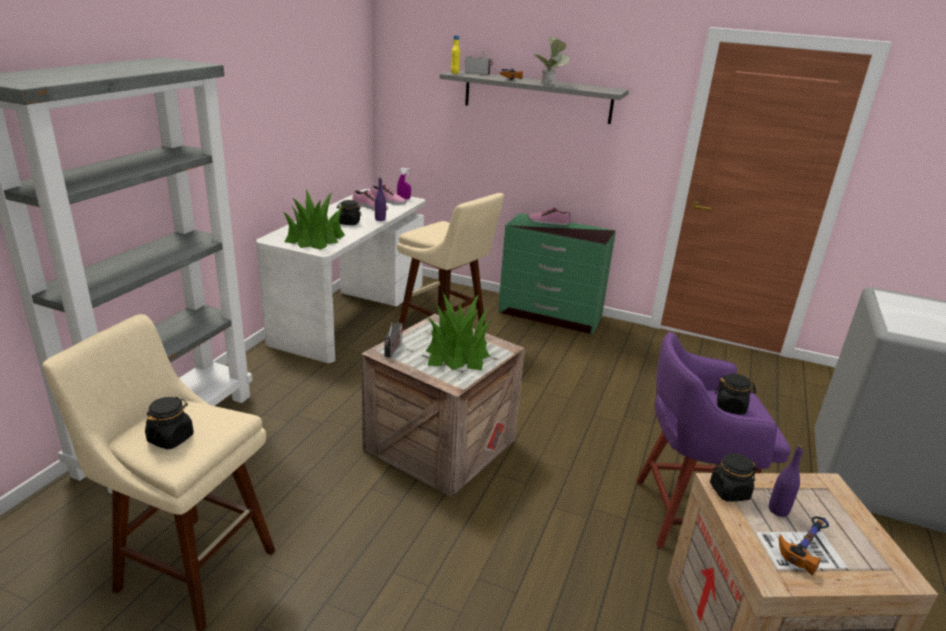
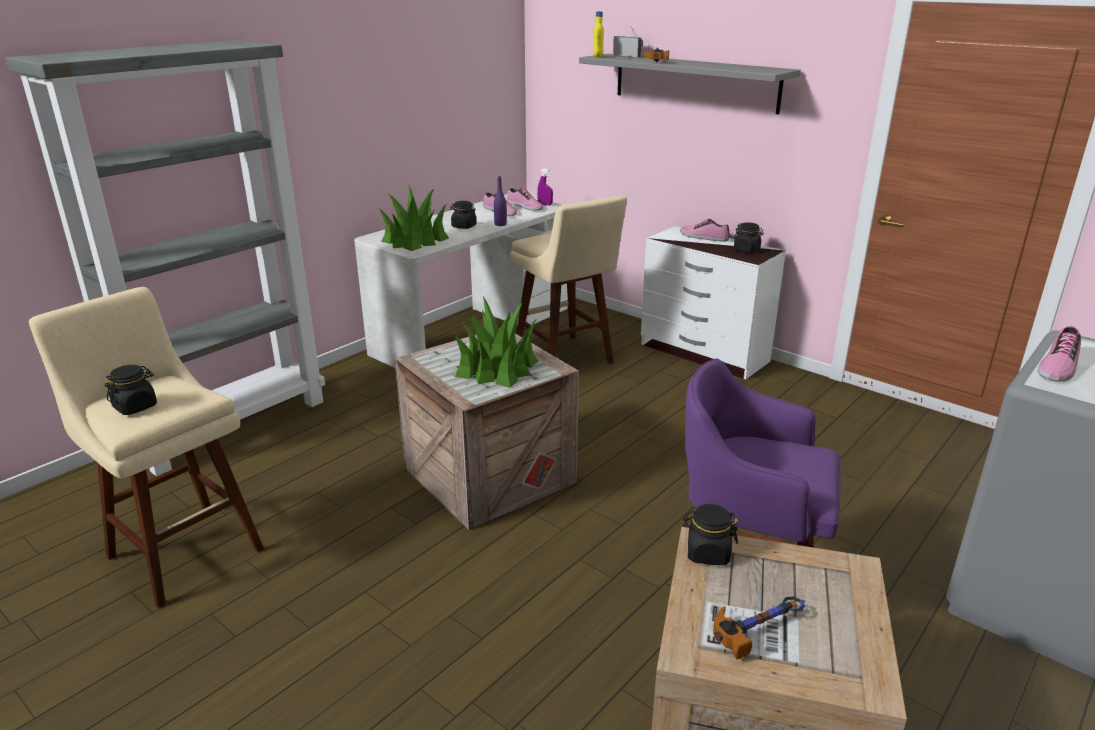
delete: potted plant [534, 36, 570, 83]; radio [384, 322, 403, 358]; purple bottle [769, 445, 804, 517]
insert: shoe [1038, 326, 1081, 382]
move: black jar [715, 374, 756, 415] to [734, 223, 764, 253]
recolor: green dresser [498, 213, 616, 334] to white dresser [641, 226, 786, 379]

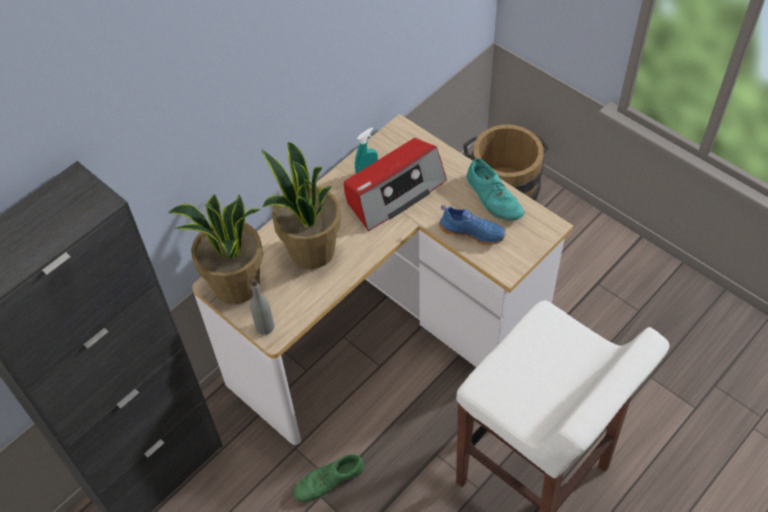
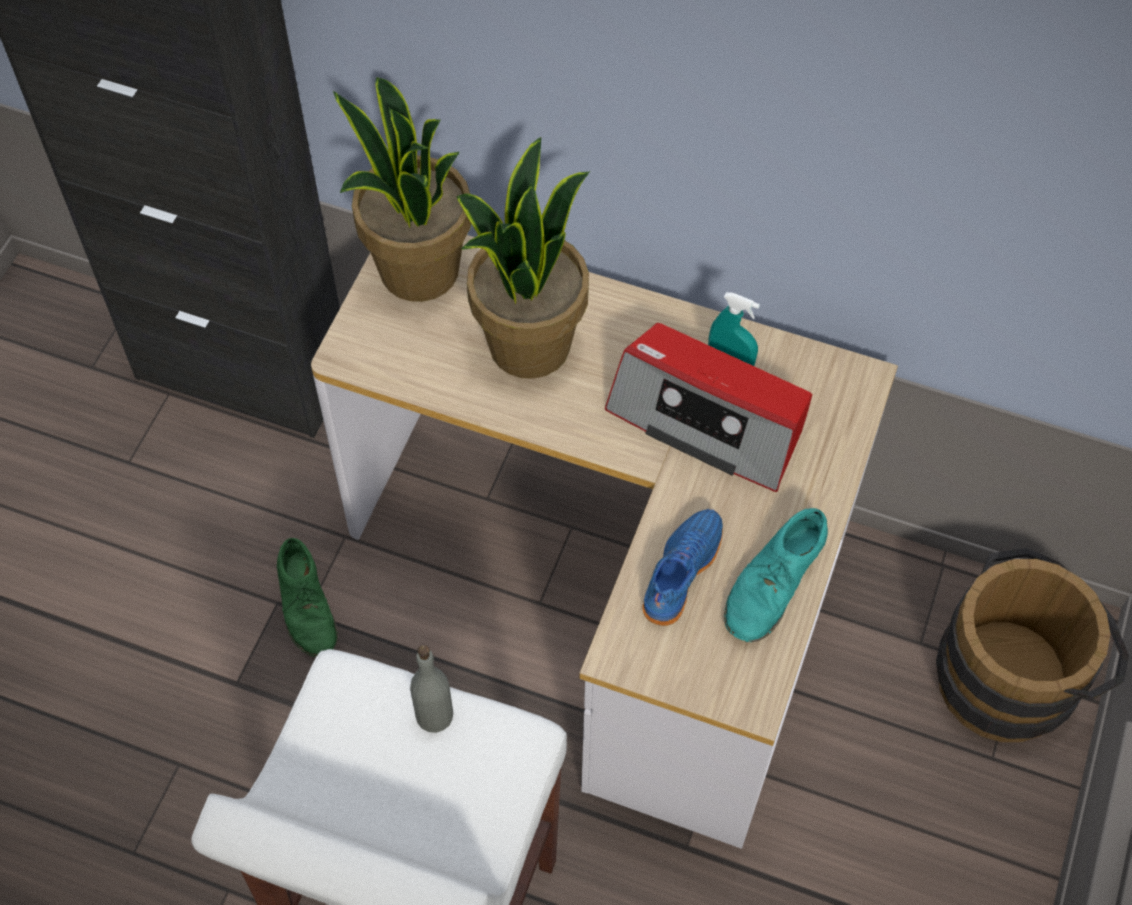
move: grey bottle [250, 278, 275, 335] to [410, 645, 453, 733]
rotate: blue shoe [439, 205, 506, 245] = [642, 509, 723, 626] 150 degrees counterclockwise; green shoe [293, 454, 364, 503] = [277, 538, 338, 657] 150 degrees counterclockwise

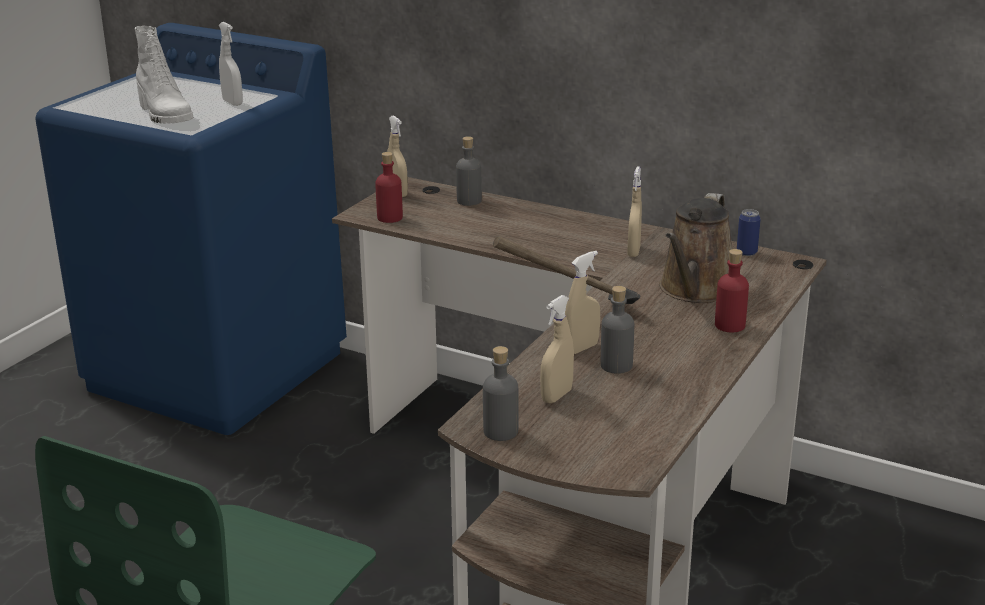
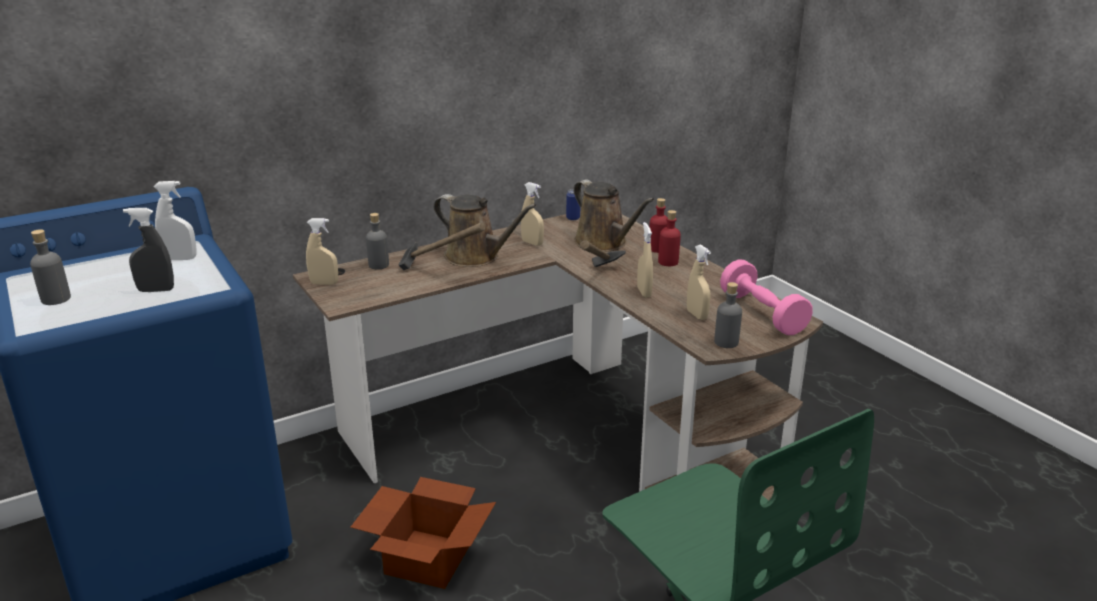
insert: brown watering can [433, 194, 537, 267]; hammer [399, 222, 485, 270]; pink dumbbell [720, 260, 813, 335]; cardboard box [350, 477, 496, 589]
move: red bottle [375, 152, 403, 223] to [658, 210, 681, 266]; grey bottle [601, 286, 634, 374] to [30, 229, 71, 305]
replace: white boot [135, 26, 193, 124] to grey spray bottle [123, 208, 174, 292]

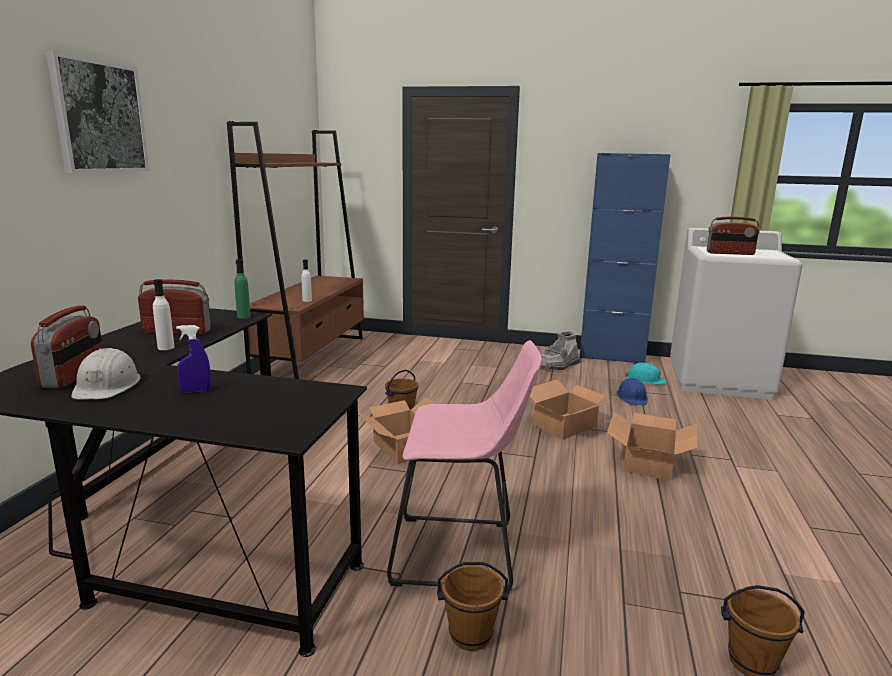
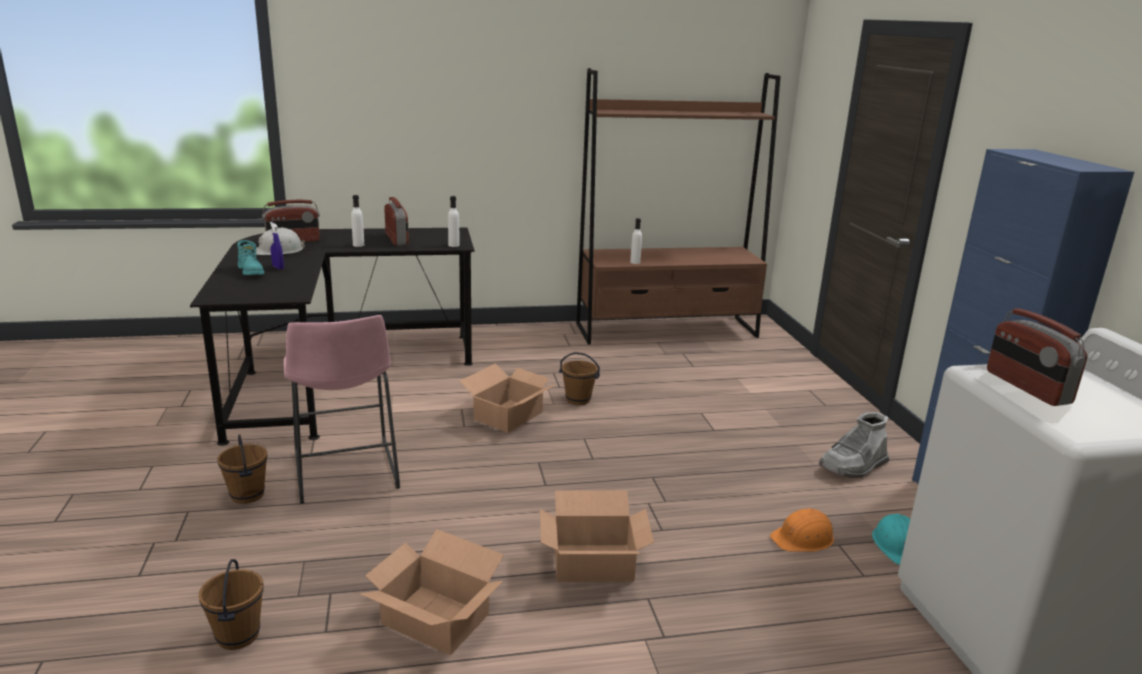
delete: picture [46, 51, 149, 173]
insert: turquoise boot [237, 240, 264, 275]
move: cardboard box [528, 379, 613, 439] to [359, 529, 504, 655]
recolor: green bottle [234, 259, 251, 319] to white bottle [448, 196, 459, 247]; blue hard hat [617, 378, 648, 405] to orange hard hat [770, 509, 834, 552]
rotate: grey boot [541, 331, 580, 370] = [819, 412, 889, 478] 60 degrees counterclockwise

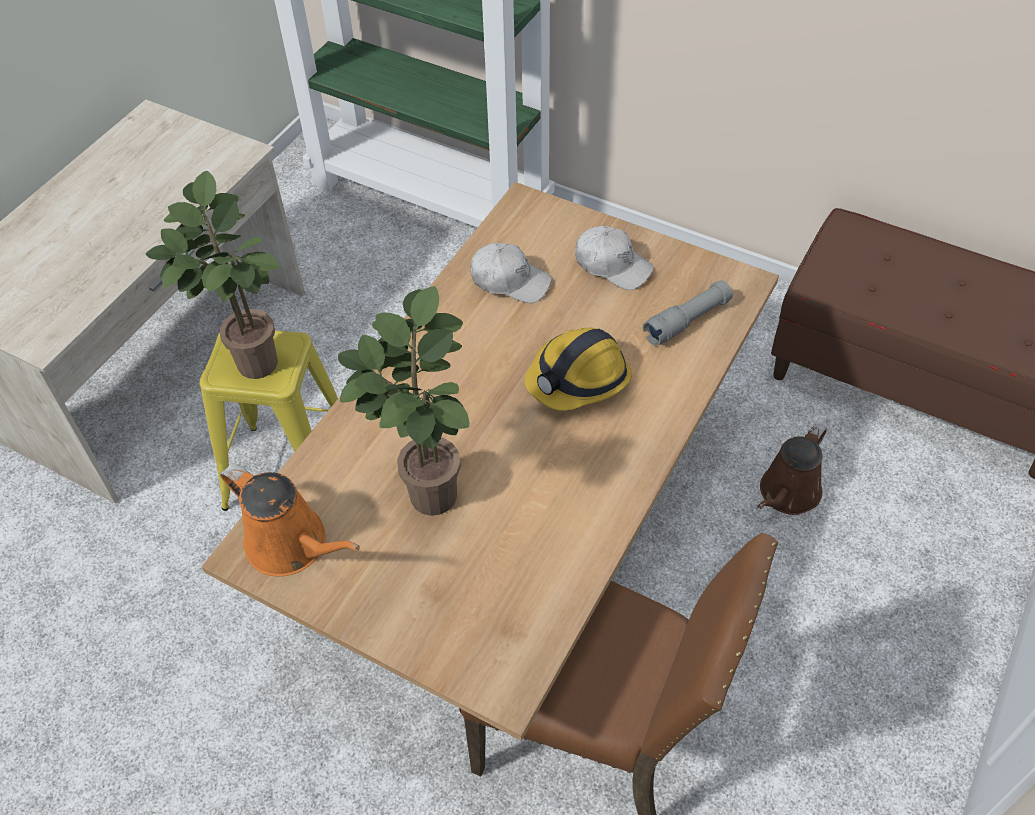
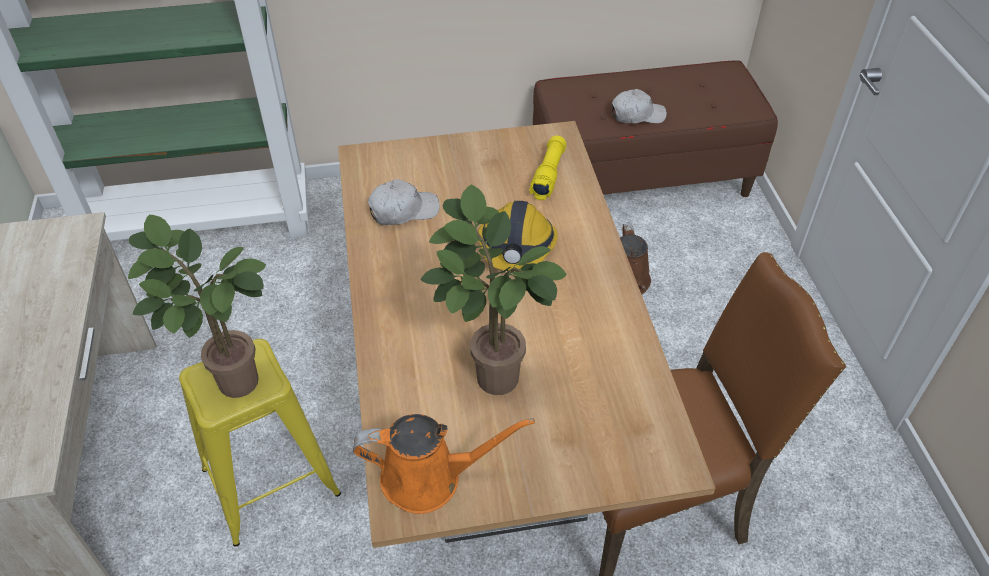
move: white cap [575, 226, 654, 290] to [612, 89, 667, 123]
recolor: grey flashlight [643, 280, 733, 346] to yellow flashlight [529, 136, 566, 200]

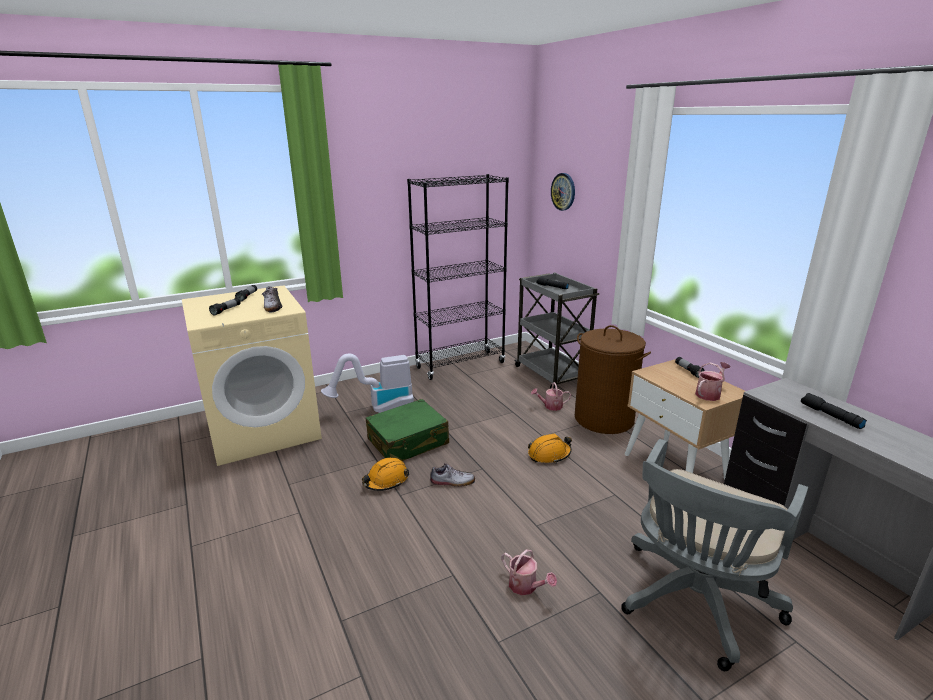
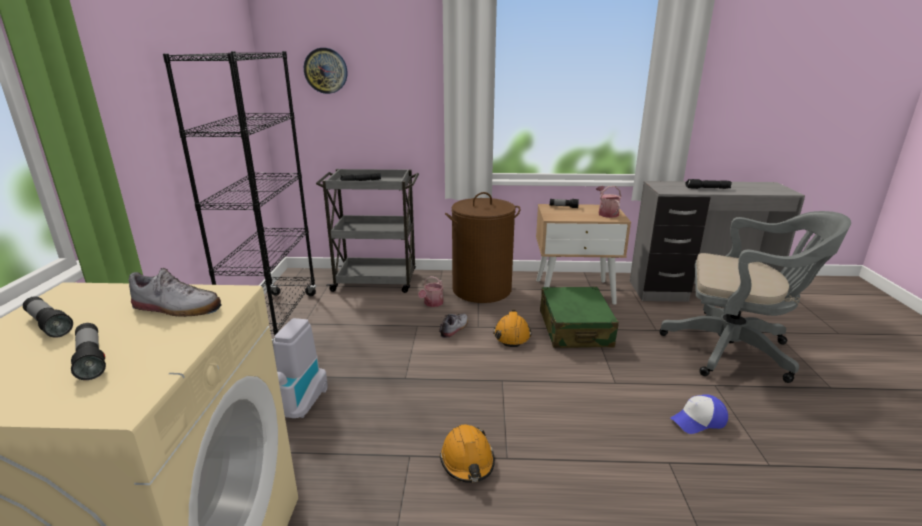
move: green suitcase [366, 399, 449, 461] to [540, 287, 619, 348]; shoe [430, 463, 475, 487] to [439, 313, 468, 338]
replace: watering can [501, 550, 557, 595] to cap [670, 394, 728, 434]
rotate: grey office chair [621, 439, 808, 671] = [659, 211, 851, 383] 45 degrees counterclockwise

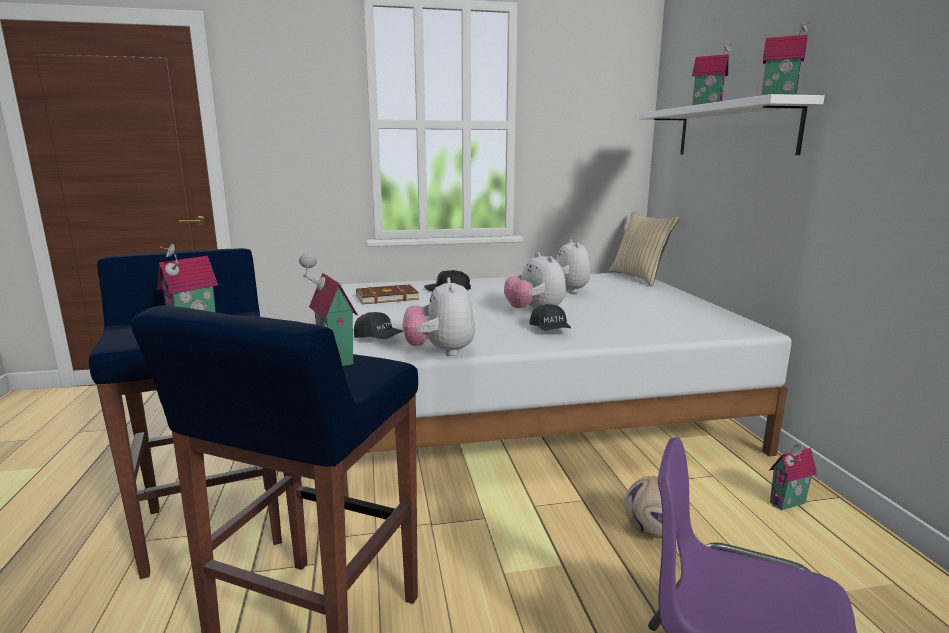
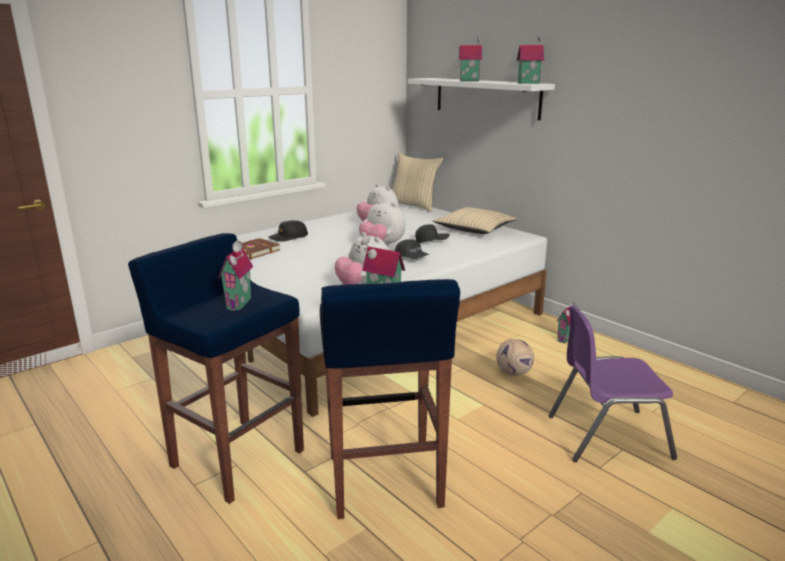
insert: beige pillow [432, 207, 517, 234]
move: black cap [354, 312, 403, 339] to [415, 224, 450, 243]

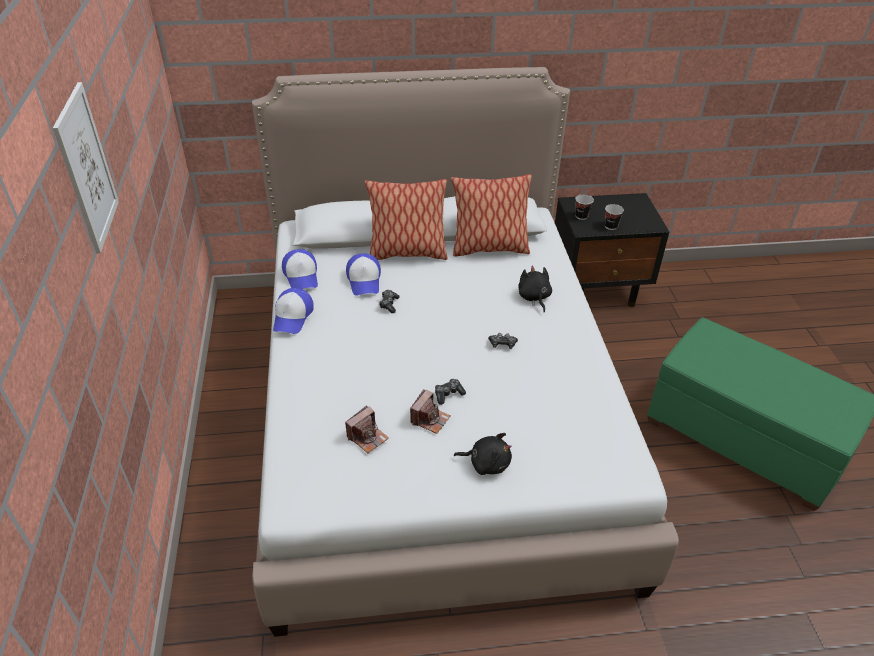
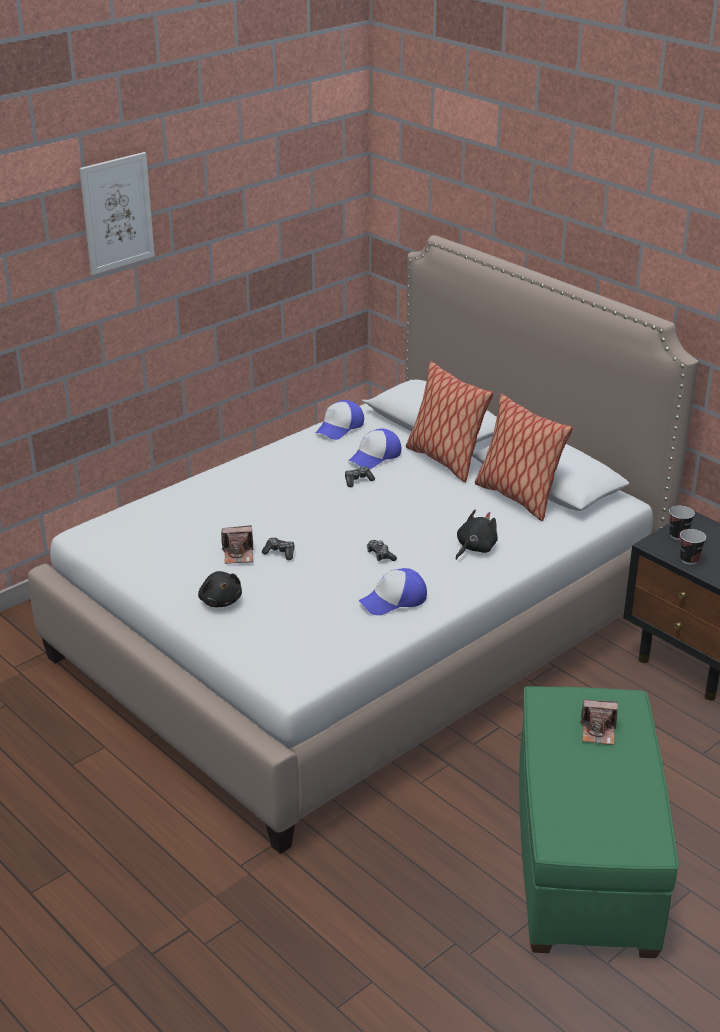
move: cap [273, 288, 314, 334] to [358, 568, 427, 615]; photo camera [345, 405, 389, 453] to [580, 700, 618, 745]

